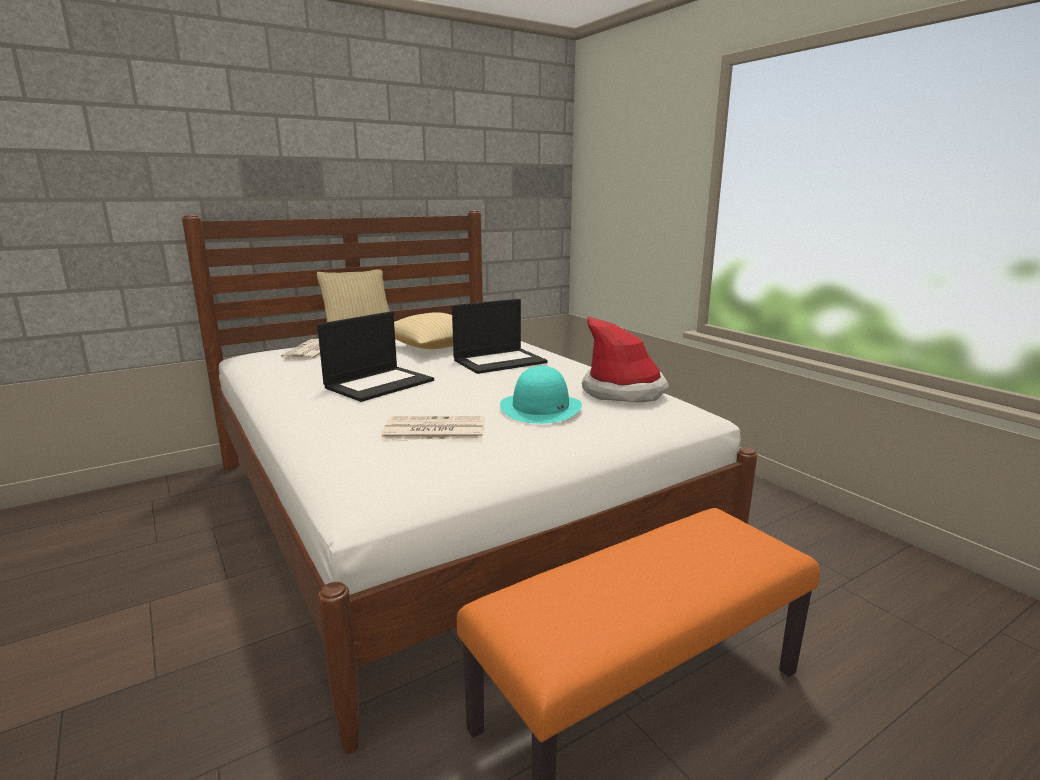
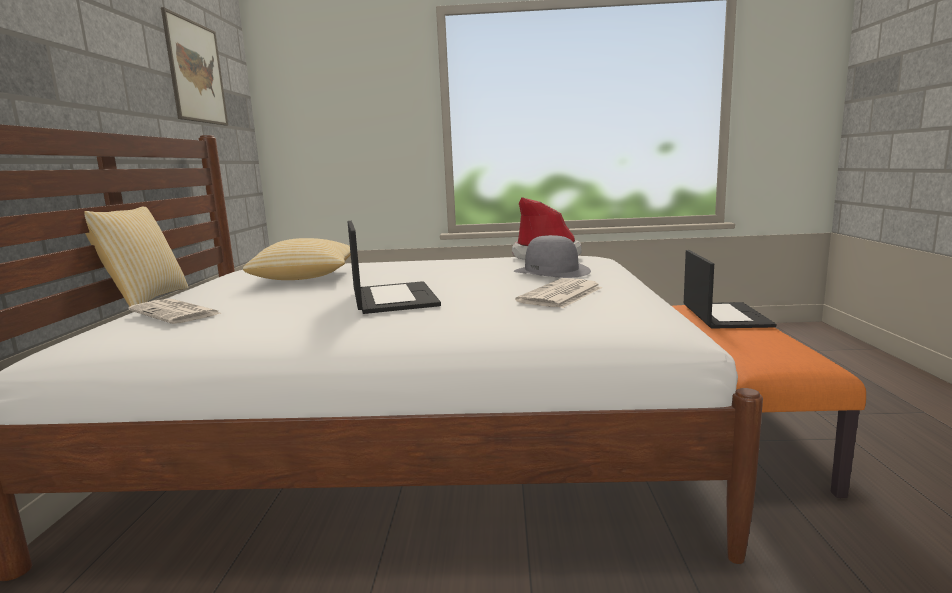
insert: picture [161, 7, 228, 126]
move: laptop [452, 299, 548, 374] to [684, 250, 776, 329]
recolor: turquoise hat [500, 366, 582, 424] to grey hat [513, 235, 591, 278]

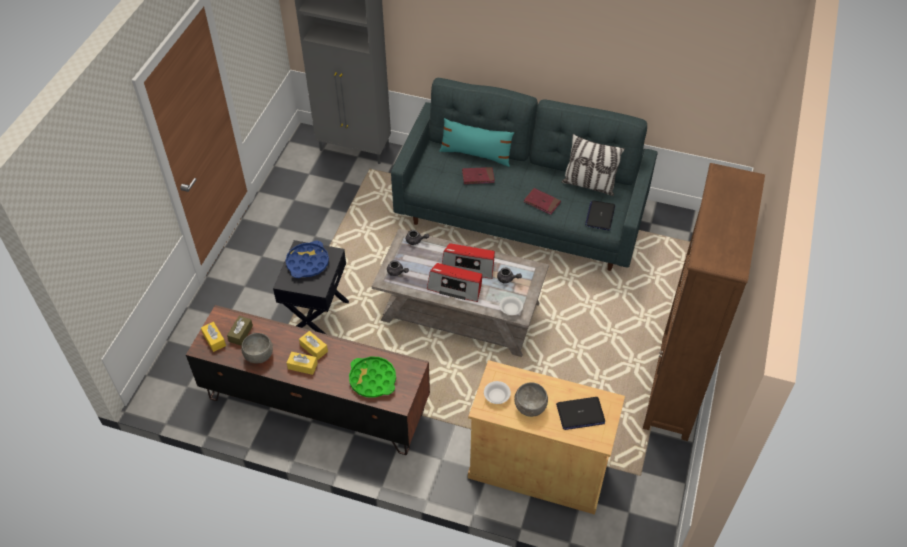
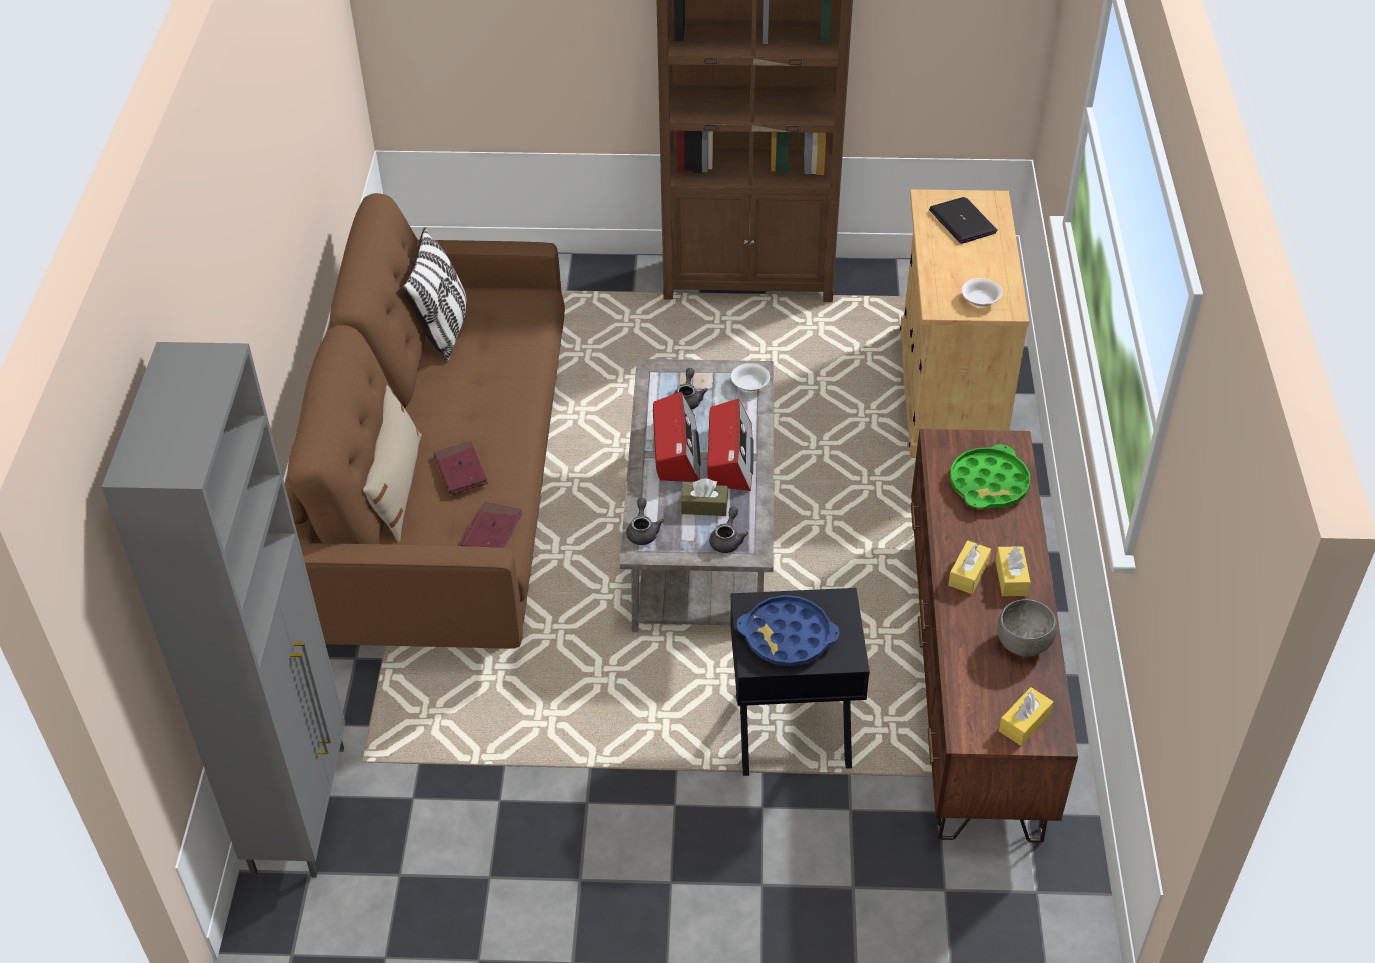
delete: laptop [585, 201, 615, 230]; grey bowl [514, 382, 548, 417]
move: red book [524, 188, 561, 215] to [461, 502, 522, 548]; brown tissue box [227, 316, 253, 346] to [681, 478, 728, 516]
recolor: grey sofa [391, 78, 658, 271] to brown sofa [285, 193, 565, 649]; turquoise pillow [440, 118, 514, 167] to beige pillow [363, 385, 422, 542]

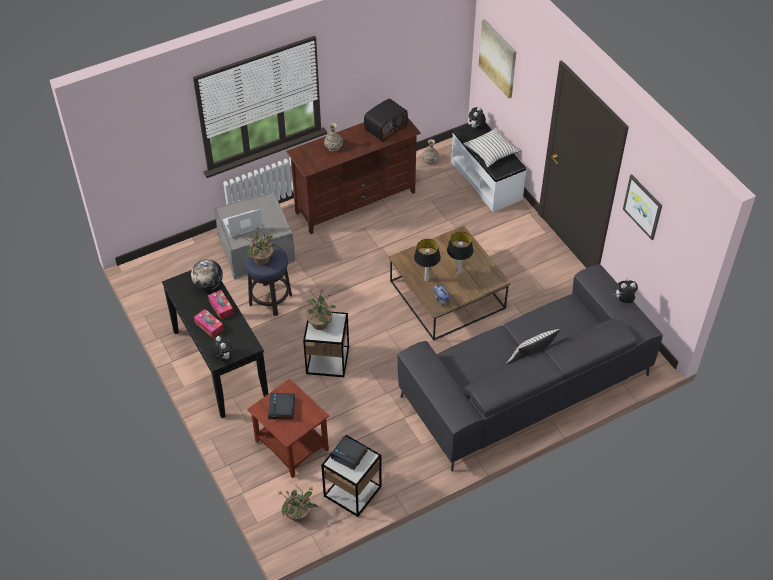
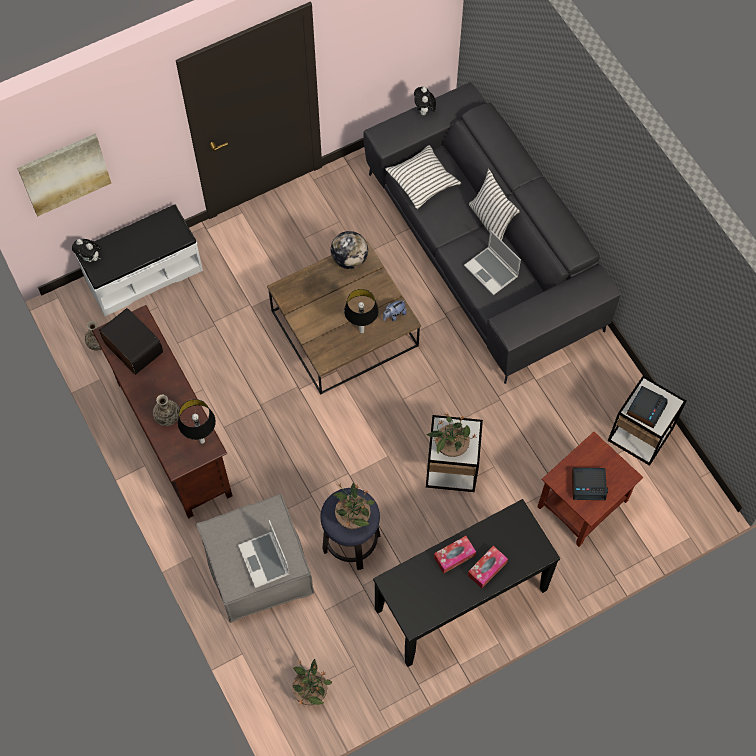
delete: picture [623, 174, 662, 240]; plush toy [210, 335, 232, 359]
insert: laptop [464, 230, 521, 295]
move: white pillow [463, 128, 521, 167] to [385, 145, 461, 209]; table lamp [447, 232, 474, 275] to [178, 399, 216, 444]; globe [191, 259, 223, 291] to [331, 231, 368, 269]; potted plant [278, 485, 318, 522] to [292, 659, 332, 707]

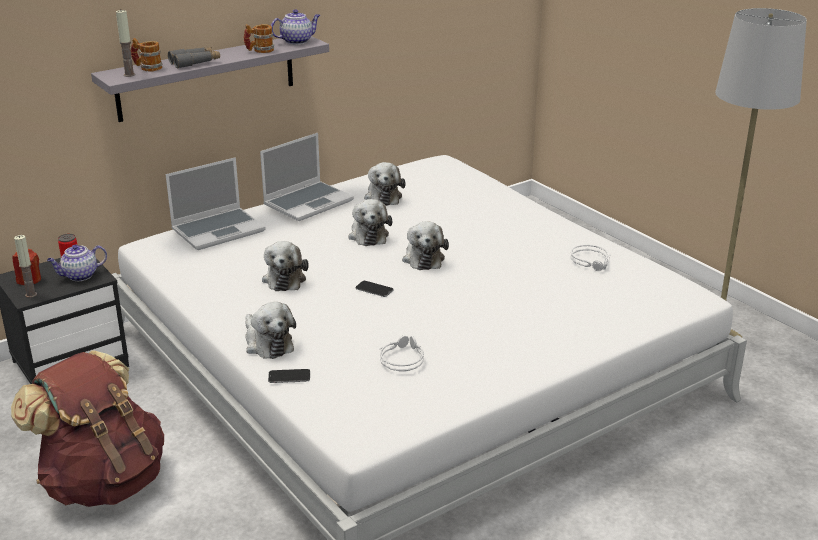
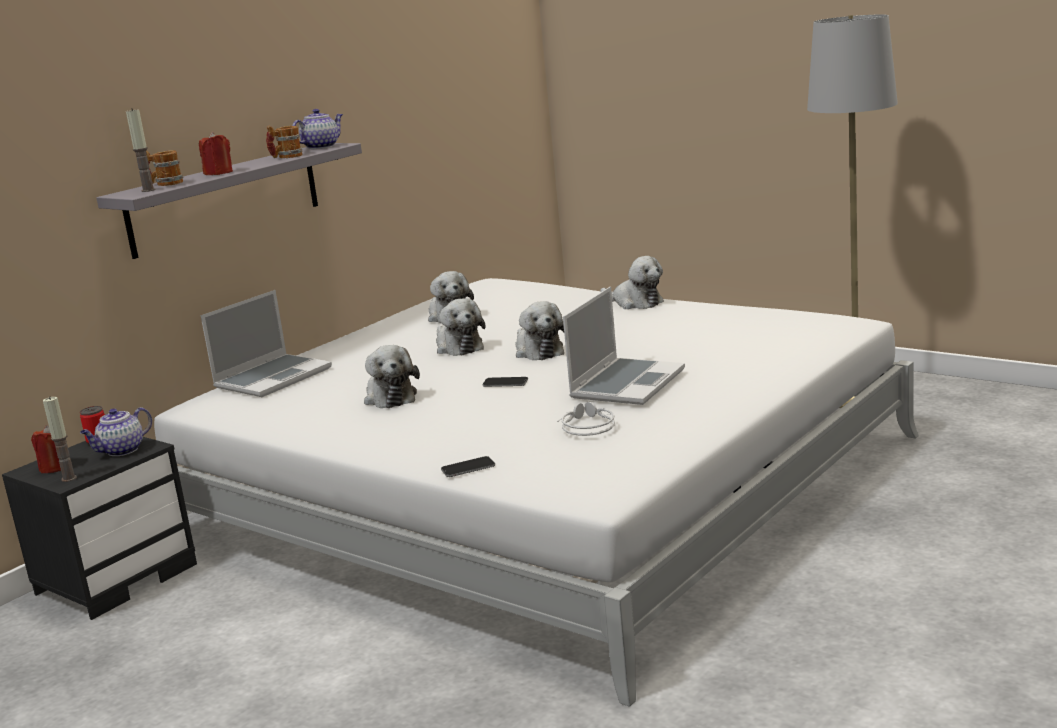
delete: grey headphones [570, 244, 611, 271]; brown backpack [11, 350, 164, 507]
move: laptop [260, 133, 354, 221] to [563, 287, 685, 405]; plush toy [245, 302, 296, 359] to [600, 256, 664, 309]
replace: grey binoculars [168, 47, 220, 68] to red candle [199, 132, 233, 175]

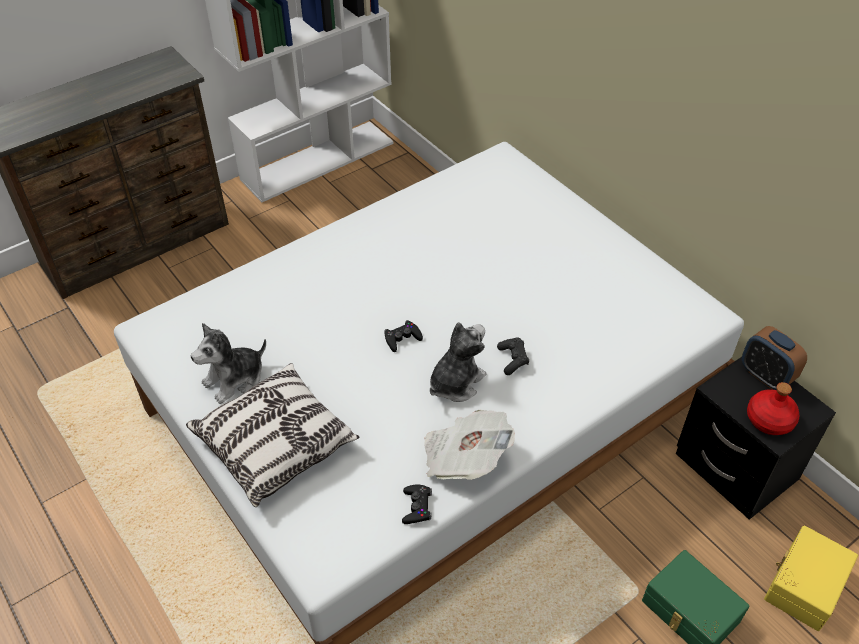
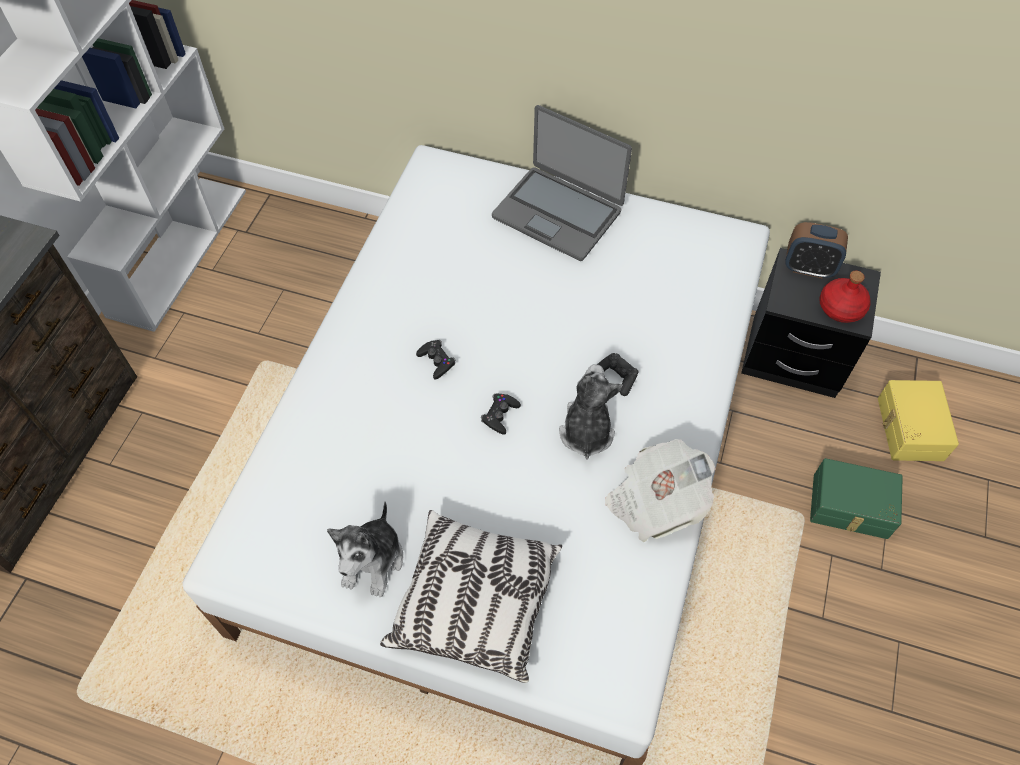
insert: laptop [492, 105, 632, 261]
move: black game controller [402, 484, 432, 524] to [416, 340, 456, 380]

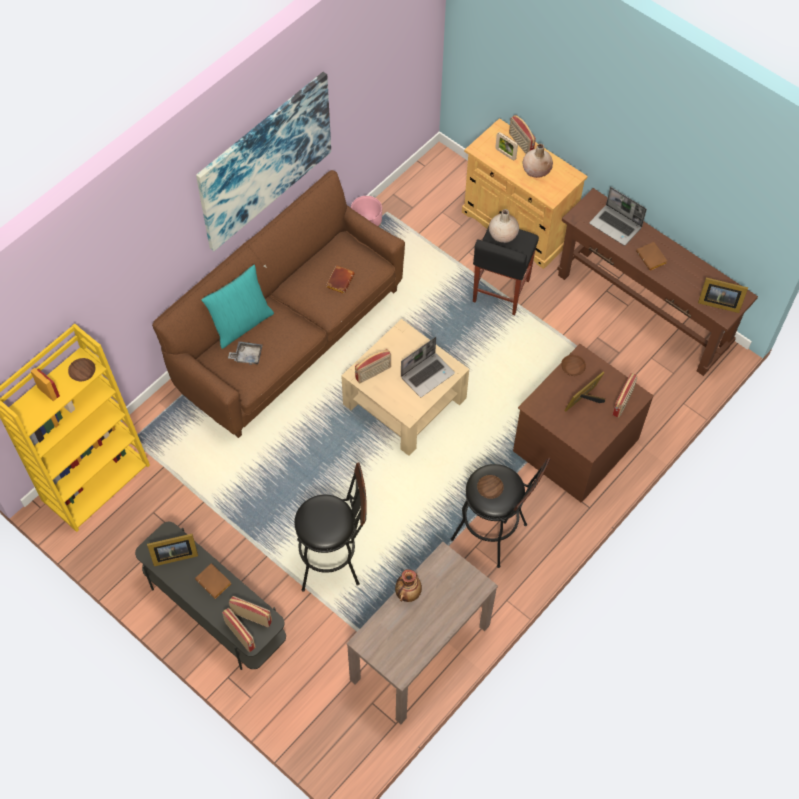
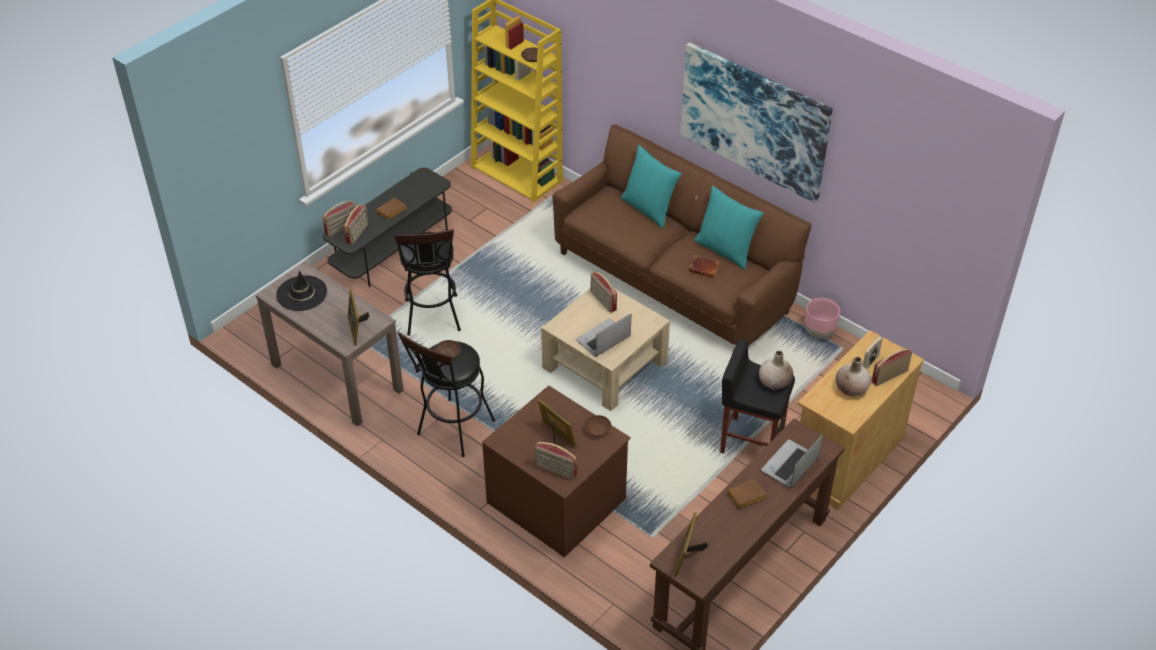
delete: grey tray [228, 341, 263, 365]; vase [395, 569, 422, 602]
insert: turquoise pillow [694, 186, 763, 270]; black hat [276, 271, 327, 311]
move: picture frame [147, 534, 198, 566] to [348, 289, 369, 346]
rotate: laptop [401, 337, 455, 397] = [576, 314, 631, 357] 90 degrees clockwise

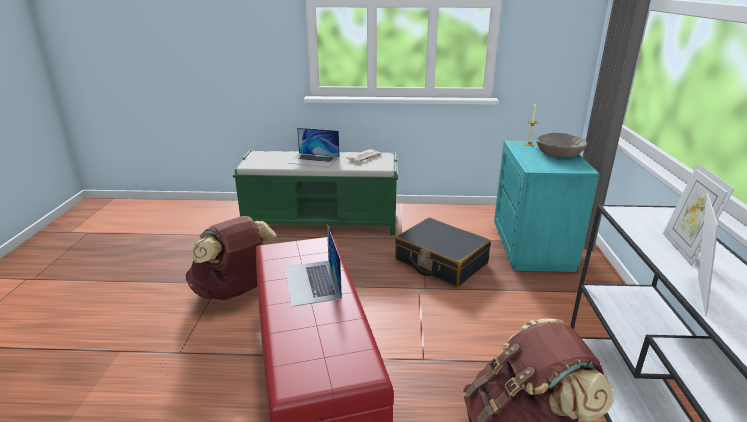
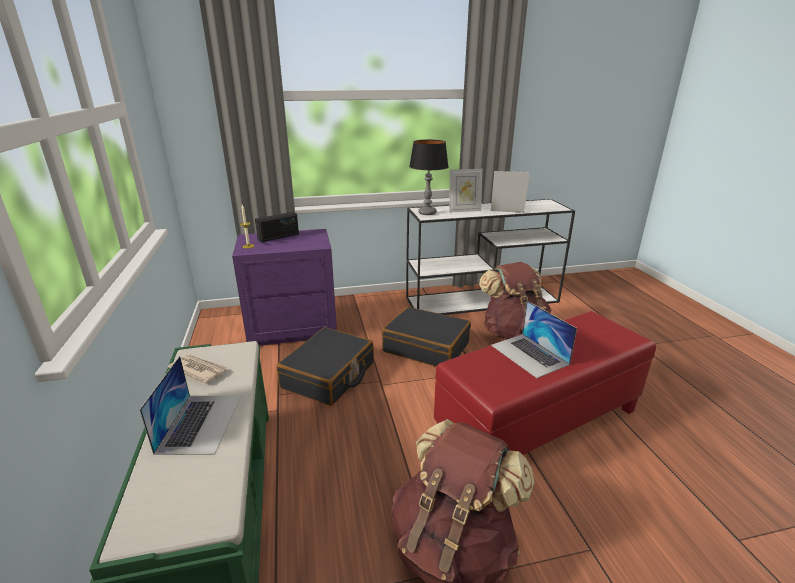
insert: table lamp [409, 140, 449, 215]; black suitcase [382, 307, 471, 367]
replace: beige bowl [536, 133, 587, 158] to radio [255, 212, 299, 242]
recolor: turquoise nightstand [494, 140, 599, 272] to purple nightstand [232, 229, 337, 346]
rotate: laptop [284, 225, 342, 307] = [491, 301, 577, 378] 90 degrees clockwise

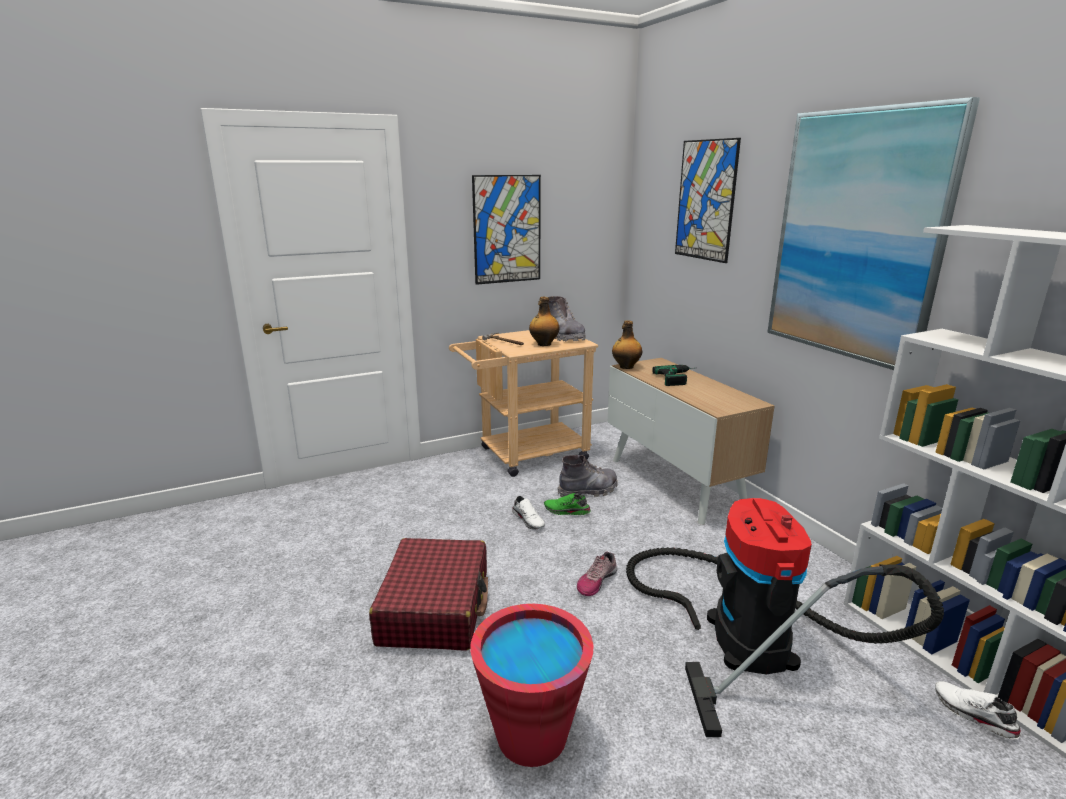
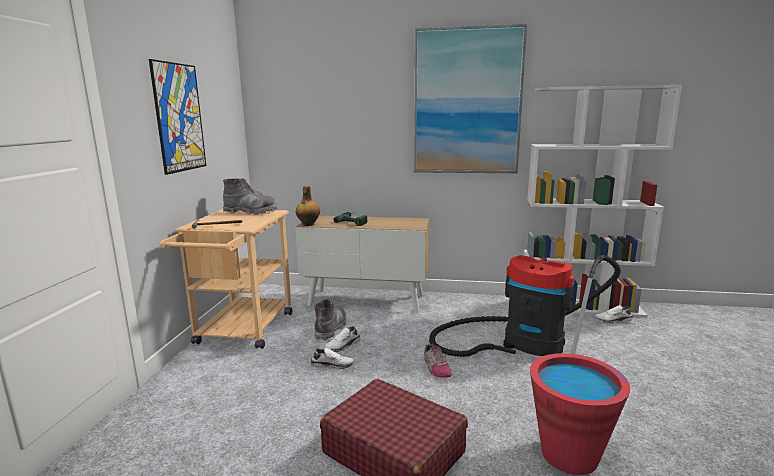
delete: picture [675, 138, 741, 263]; bottle [529, 297, 560, 346]
recolor: green shoe [544, 493, 591, 515] to white shoe [324, 326, 361, 352]

